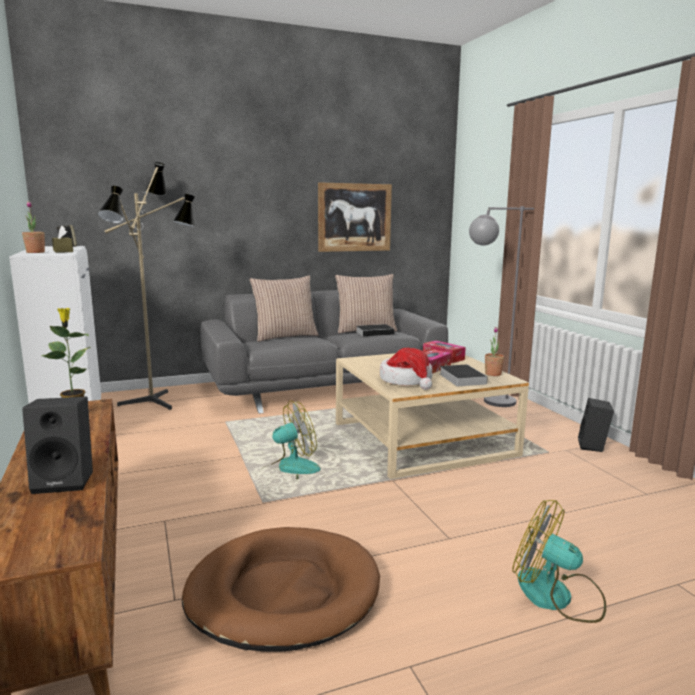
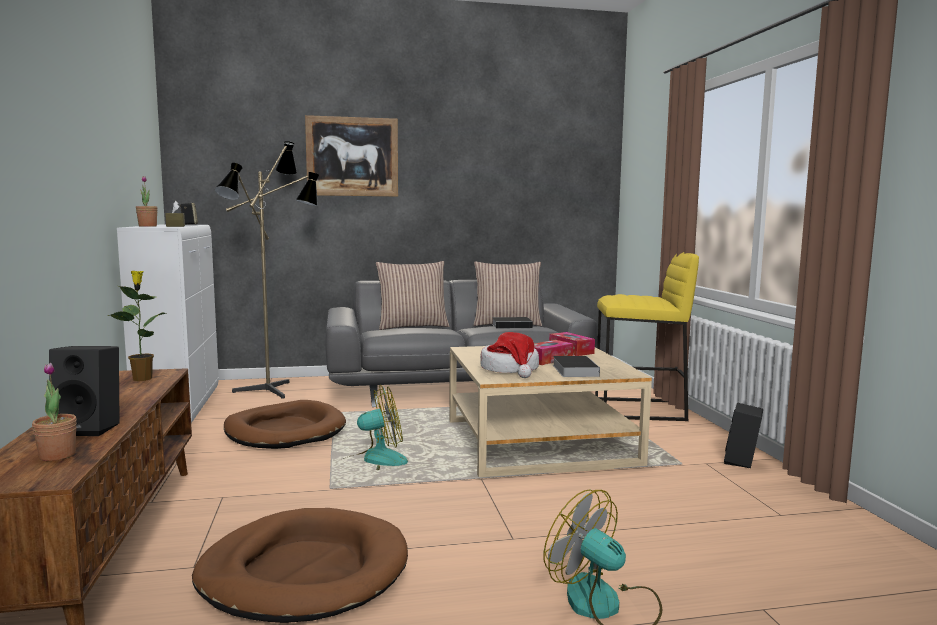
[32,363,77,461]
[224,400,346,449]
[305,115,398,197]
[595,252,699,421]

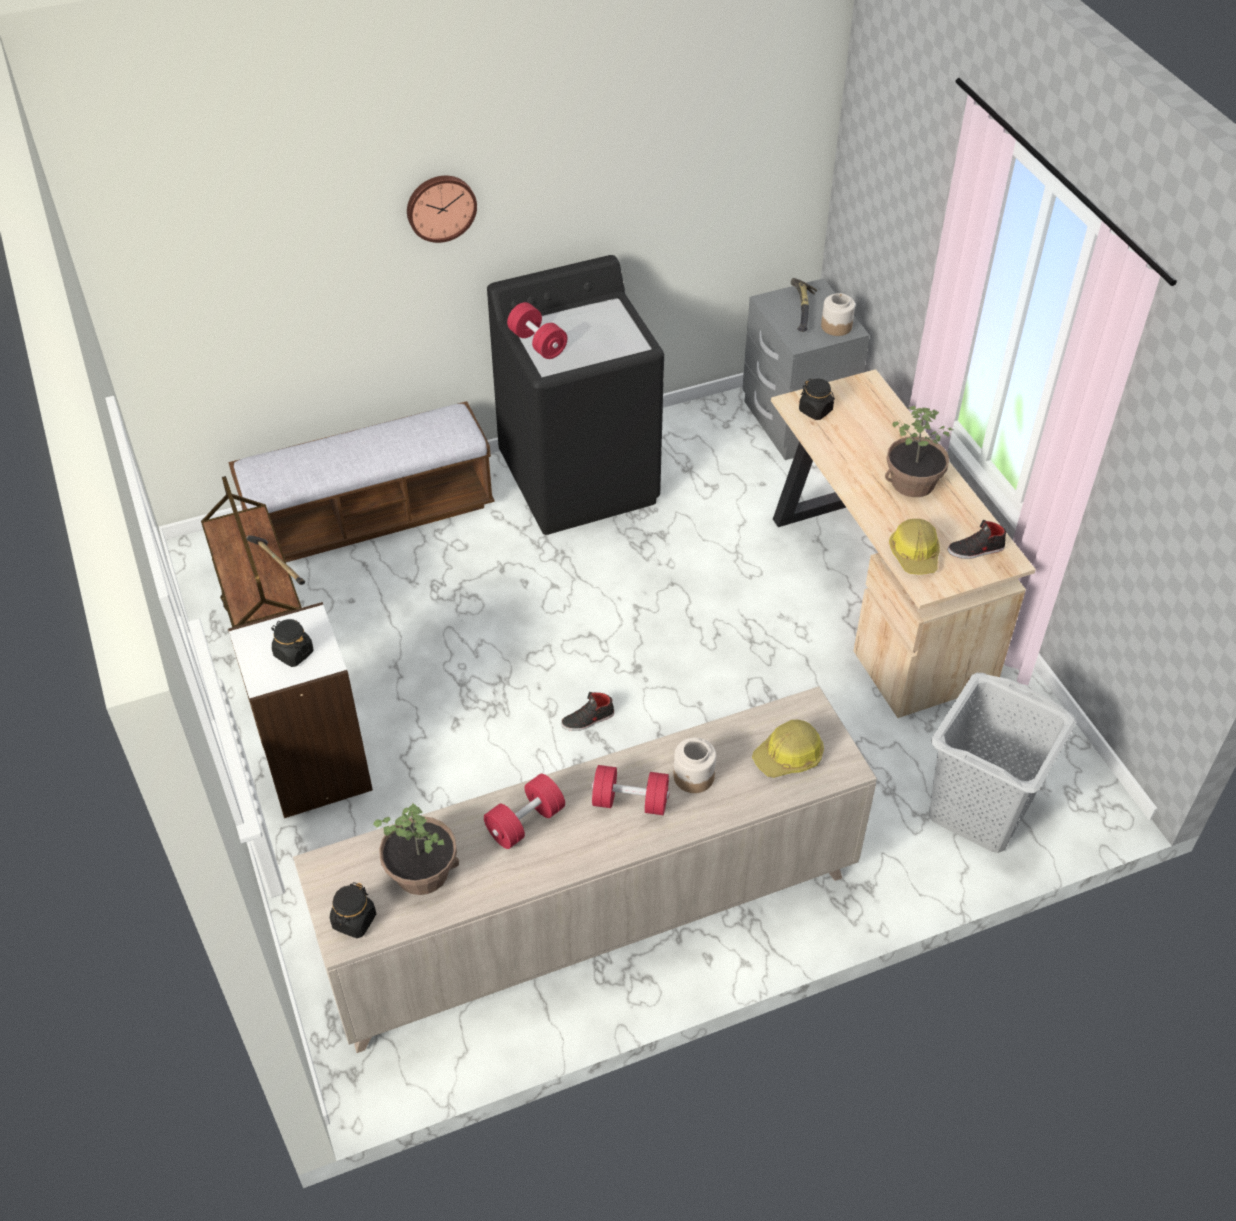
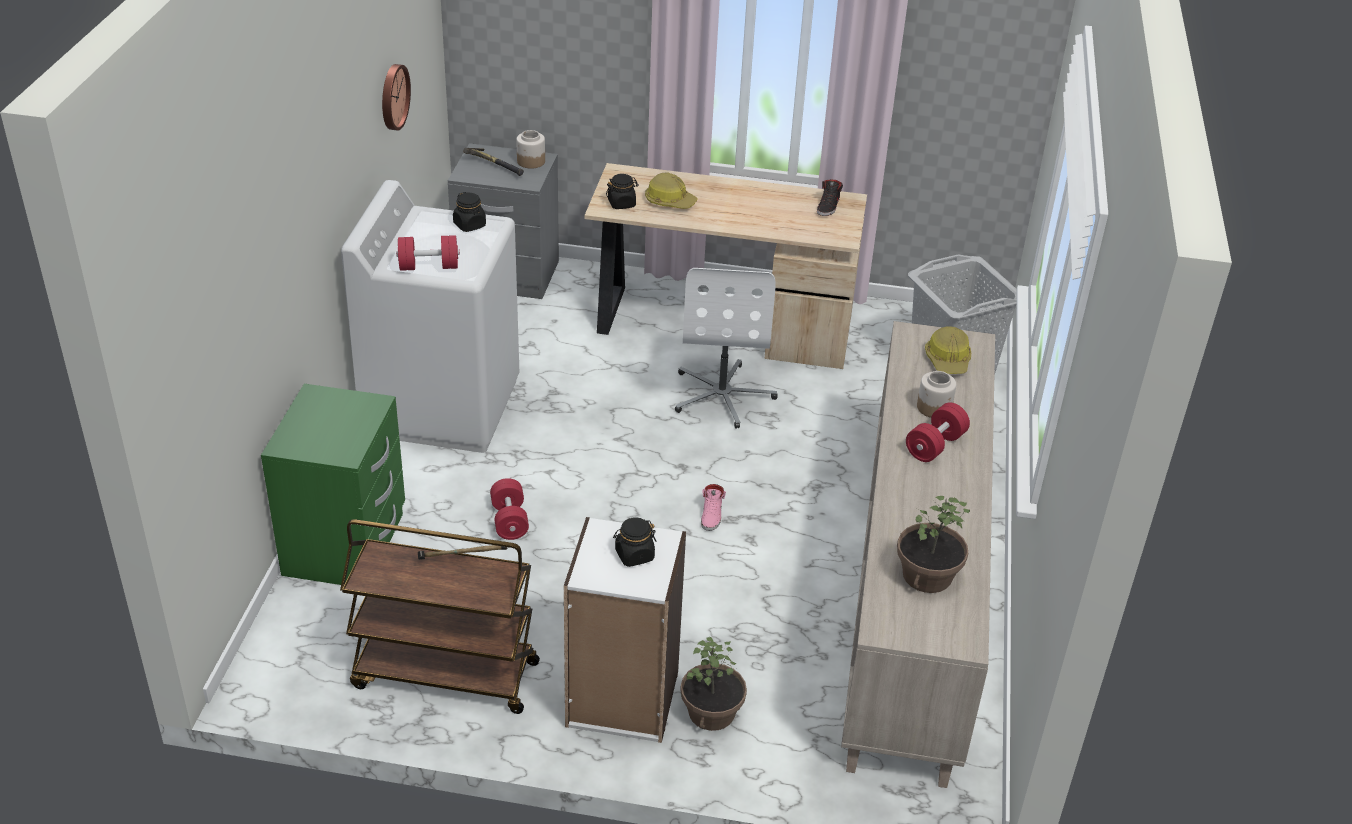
[261,384,405,585]
[341,180,519,453]
[382,64,411,131]
[453,192,486,232]
[490,478,529,540]
[645,172,698,209]
[675,268,777,429]
[680,637,747,731]
[701,484,726,531]

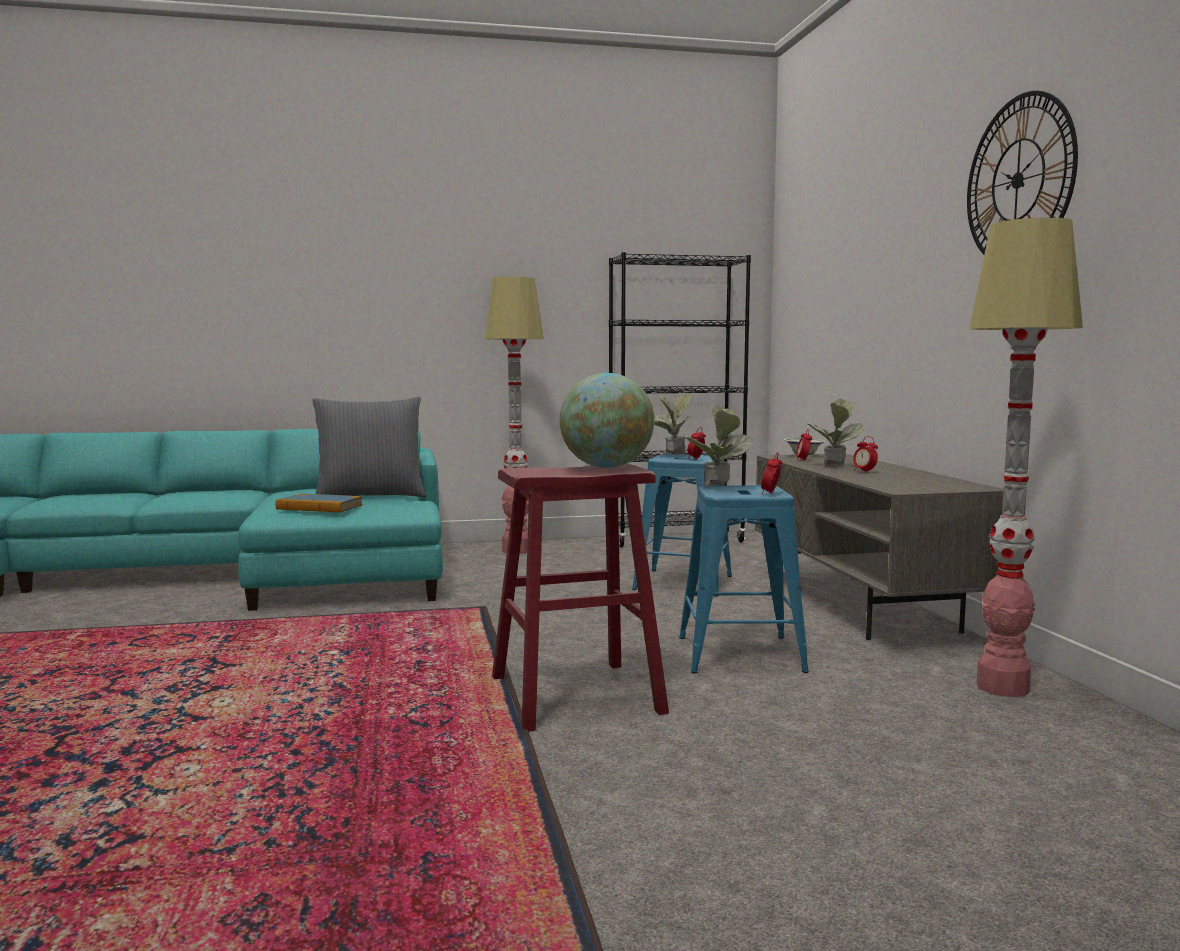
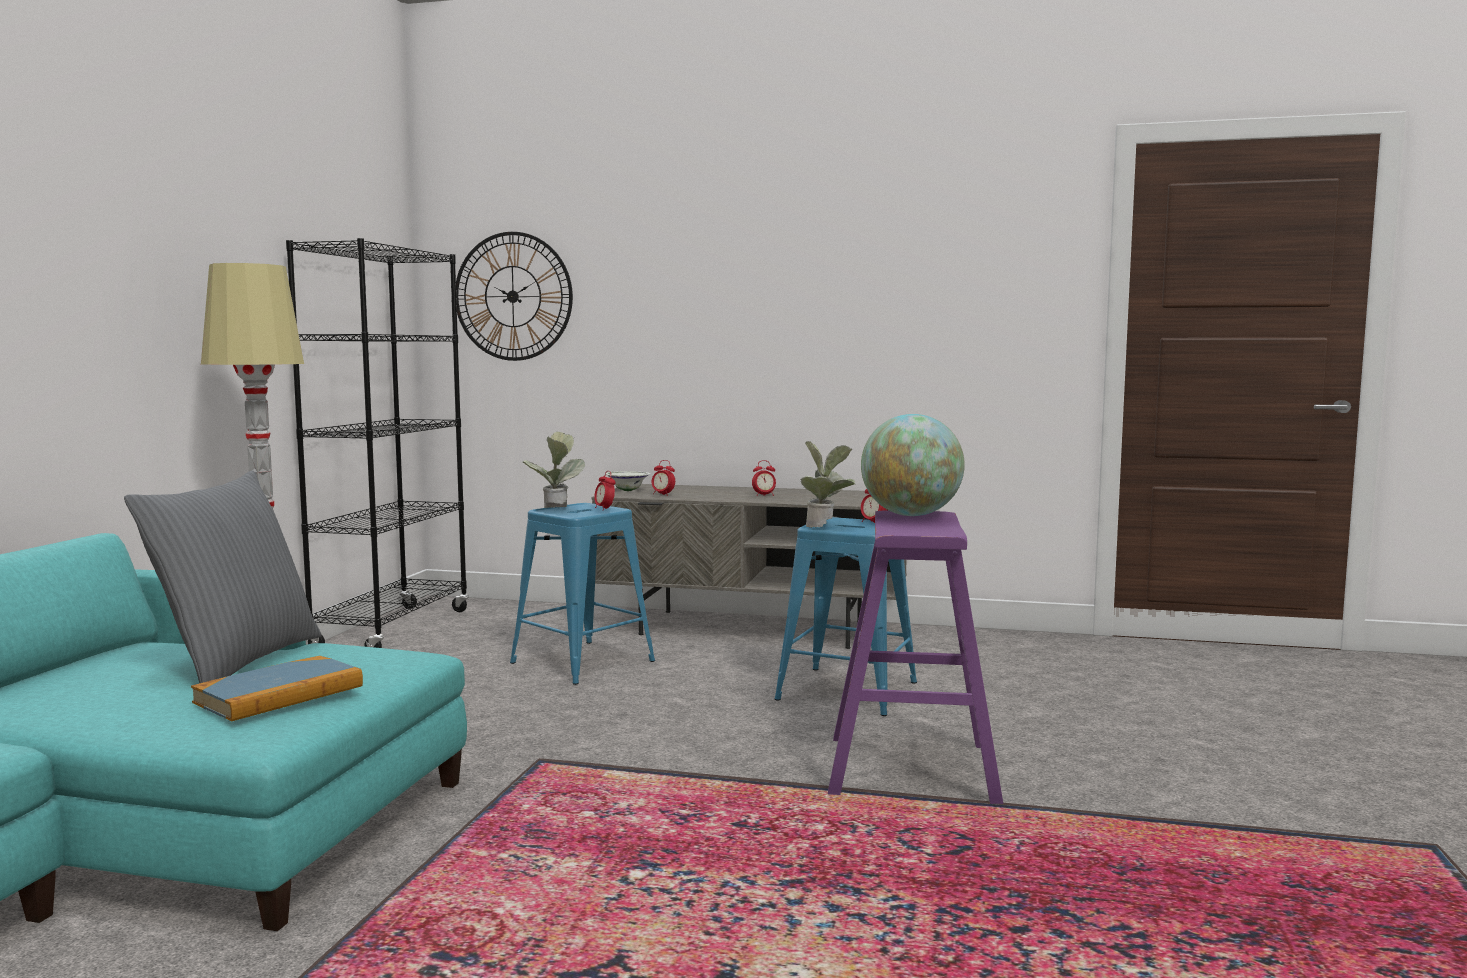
[456,232,573,361]
[828,511,1003,804]
[808,399,864,466] (first image)
[969,218,1083,697] (first image)

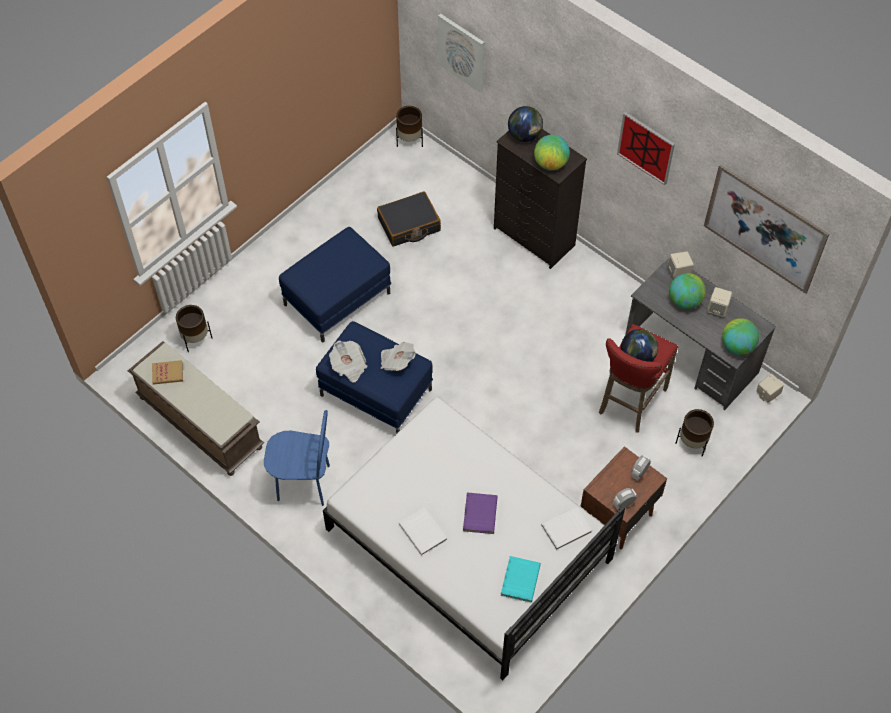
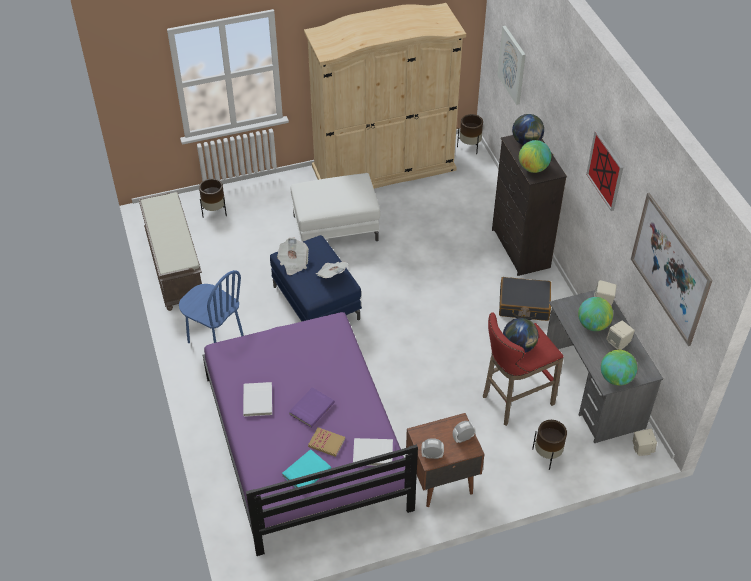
[203,312,418,556]
[291,173,380,242]
[304,3,466,189]
[308,427,345,457]
[499,277,551,321]

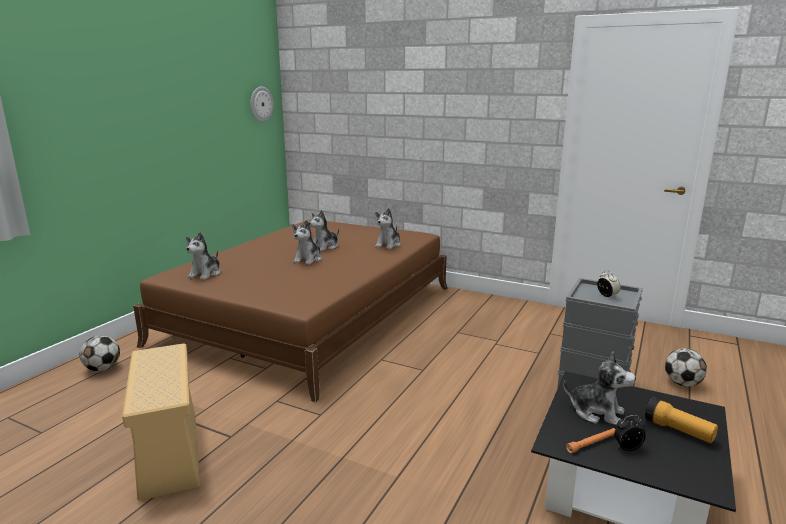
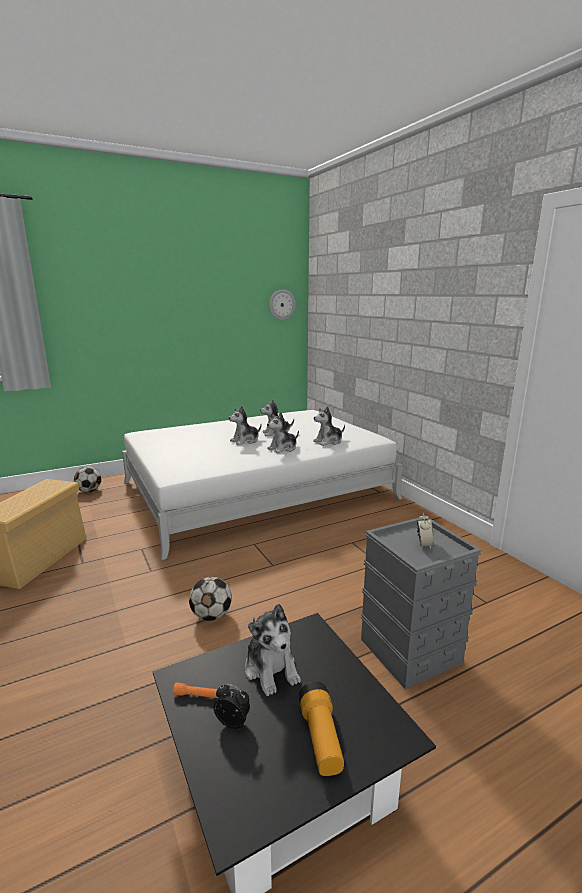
[122,410,403,560]
[189,577,232,621]
[267,412,299,453]

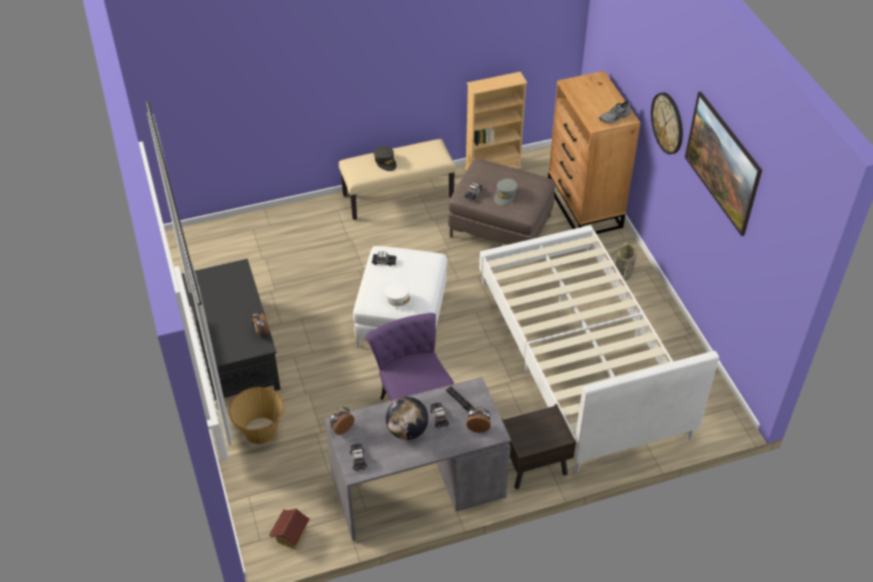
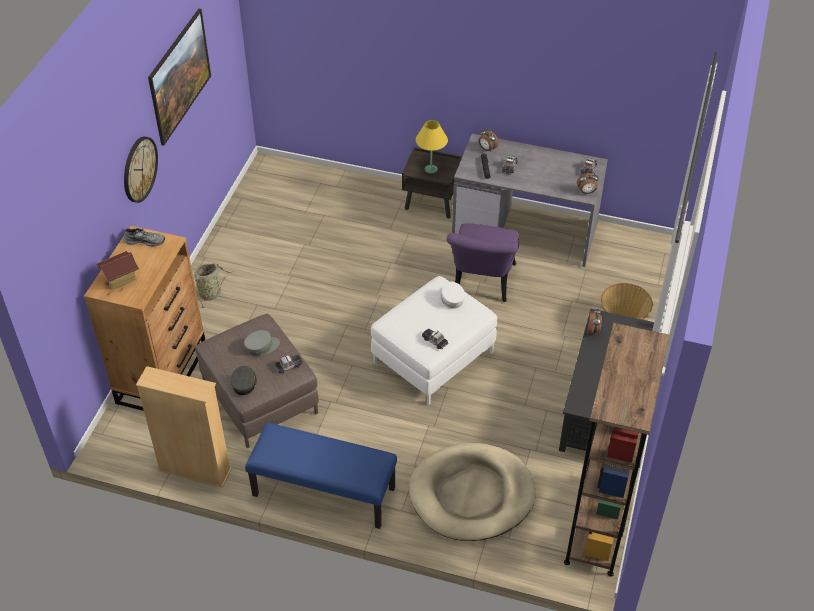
[96,251,139,290]
[231,366,257,395]
[245,423,397,529]
[409,443,536,541]
[415,120,448,173]
[564,323,669,577]
[386,397,429,440] (first image)
[479,225,719,473] (first image)

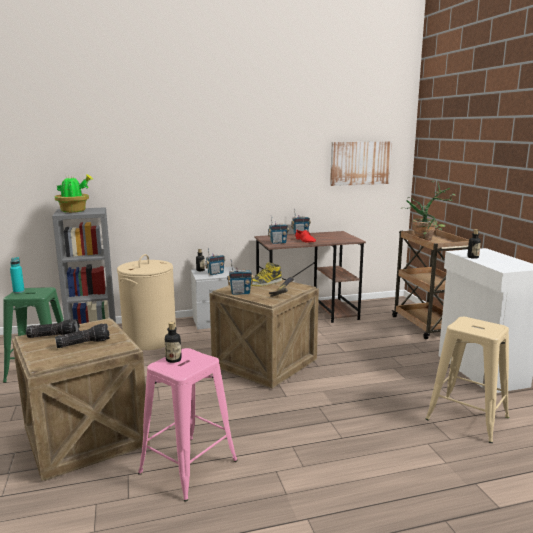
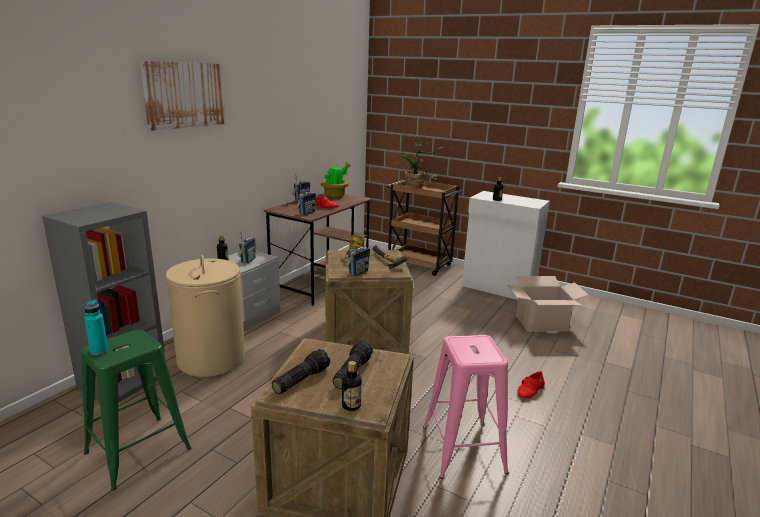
[140,61,226,131]
[321,163,351,197]
[342,361,362,411]
[507,276,588,332]
[518,371,545,399]

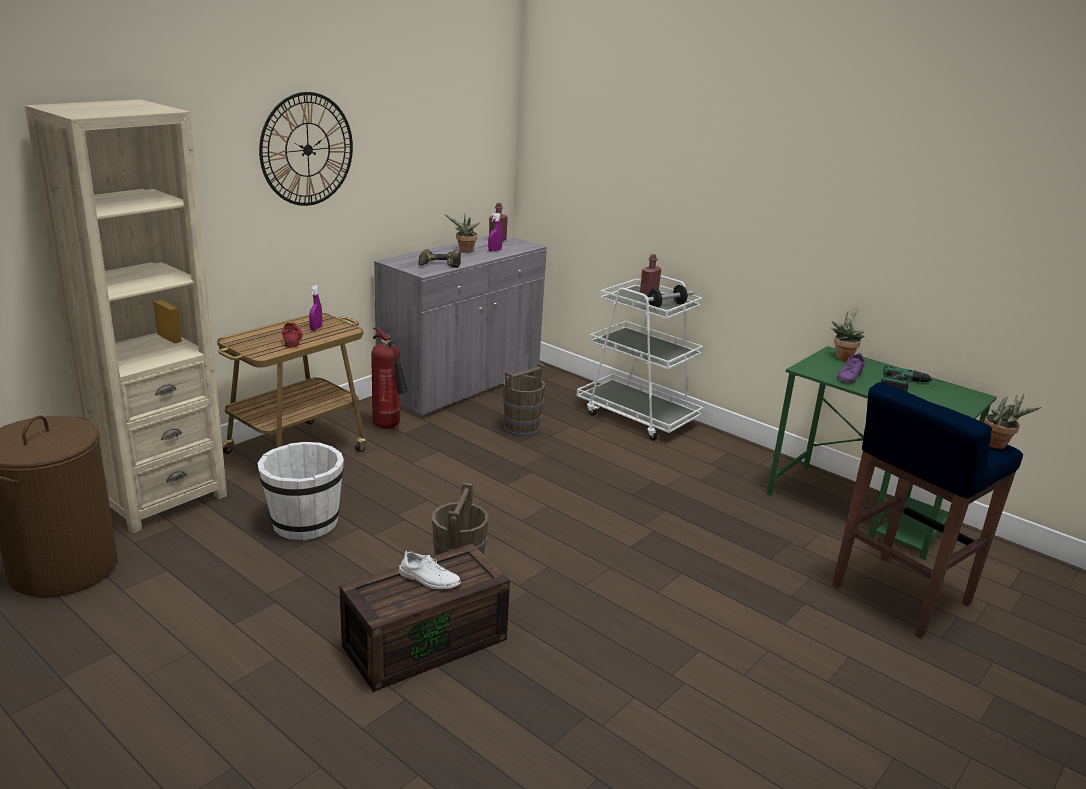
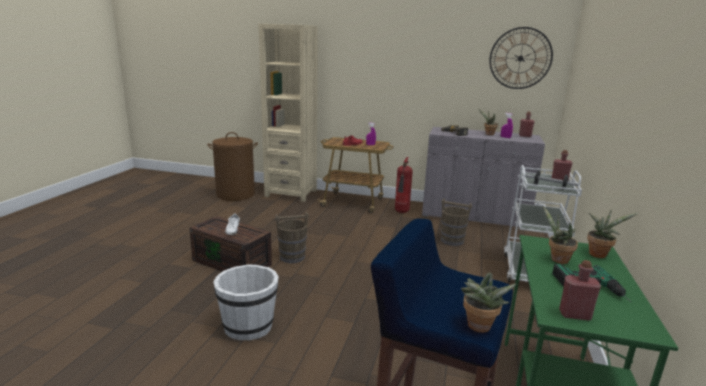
[213,264,279,340]
[489,27,553,89]
[543,206,578,264]
[559,260,601,320]

